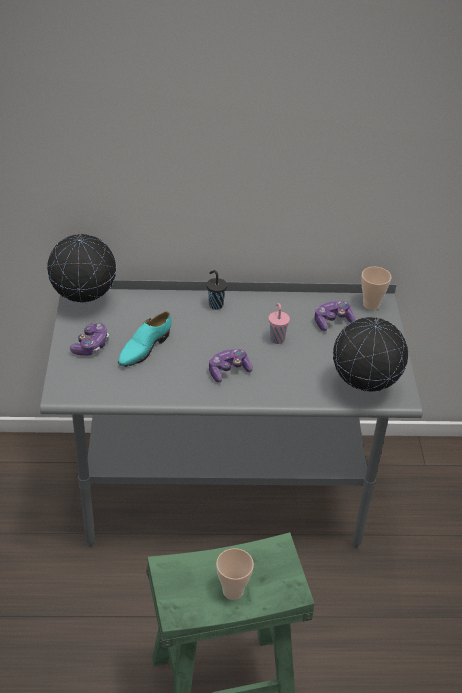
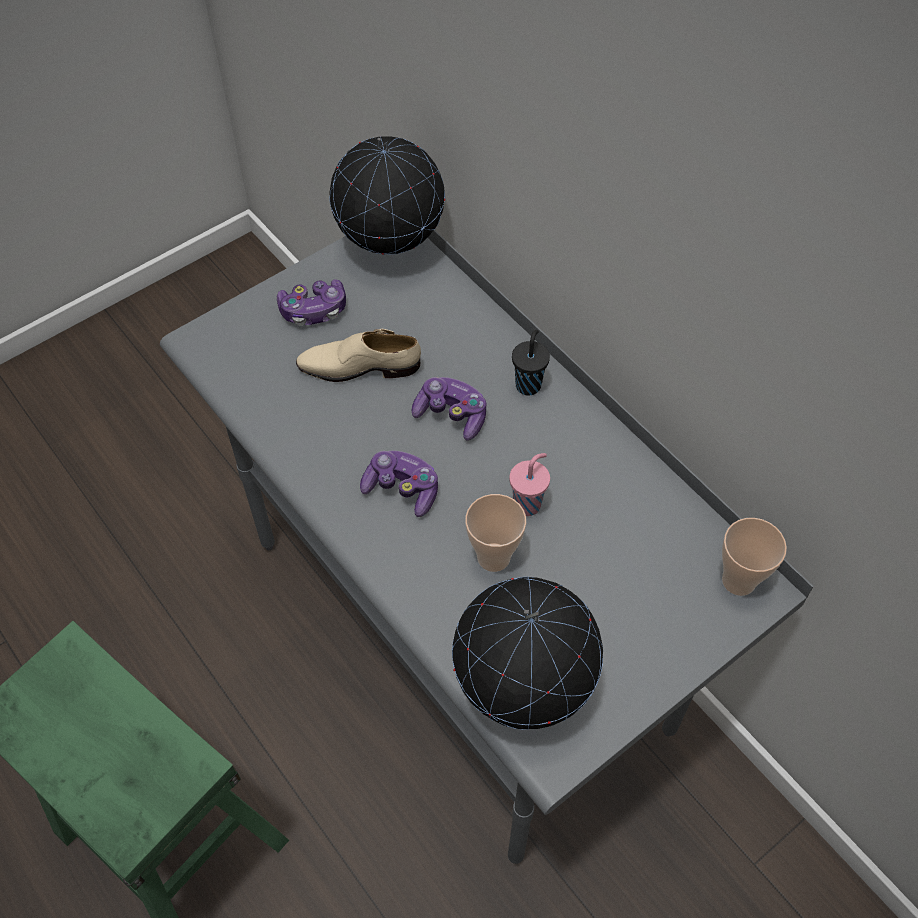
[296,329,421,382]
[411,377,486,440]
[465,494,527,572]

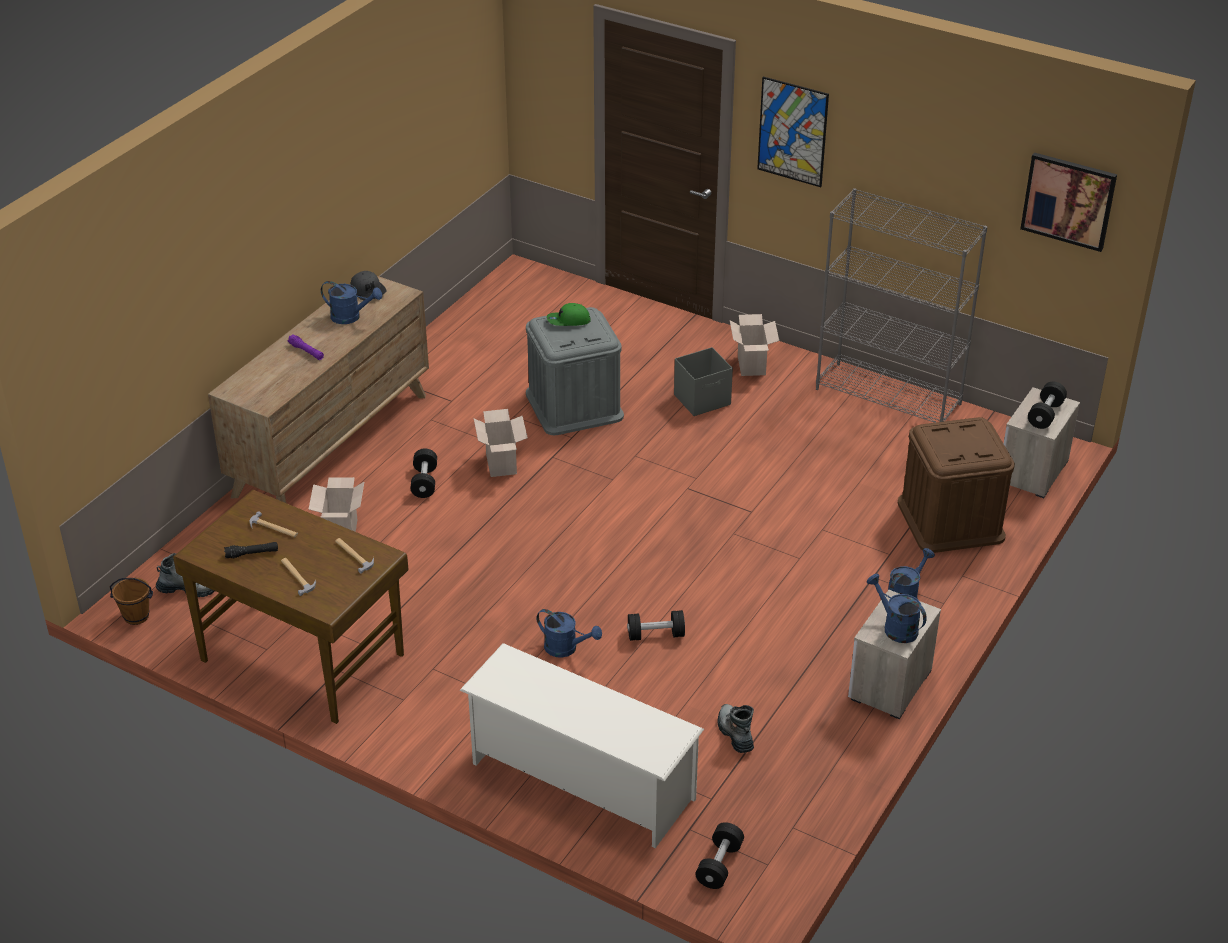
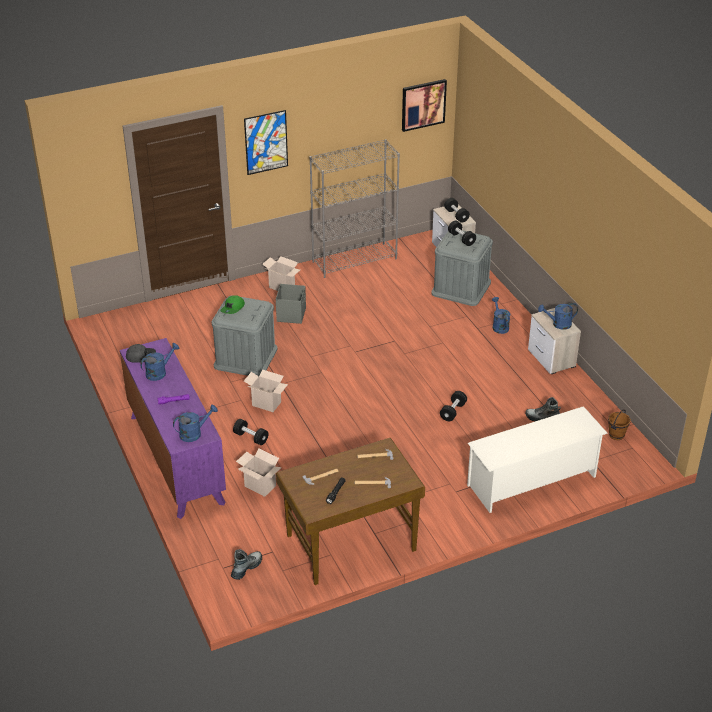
[120,338,226,519]
[173,404,218,442]
[431,230,493,306]
[448,220,476,246]
[608,410,631,440]

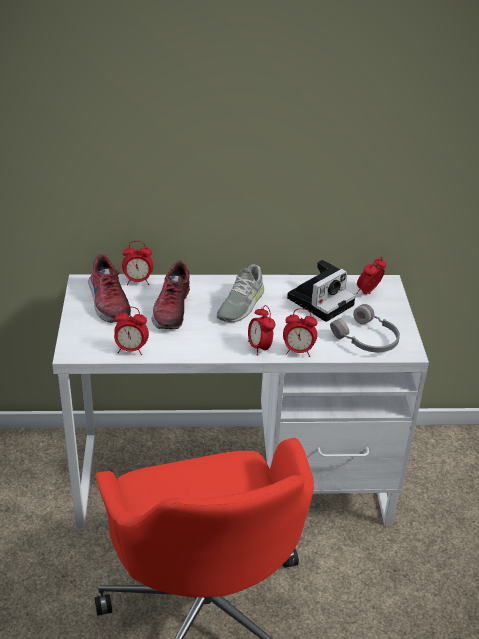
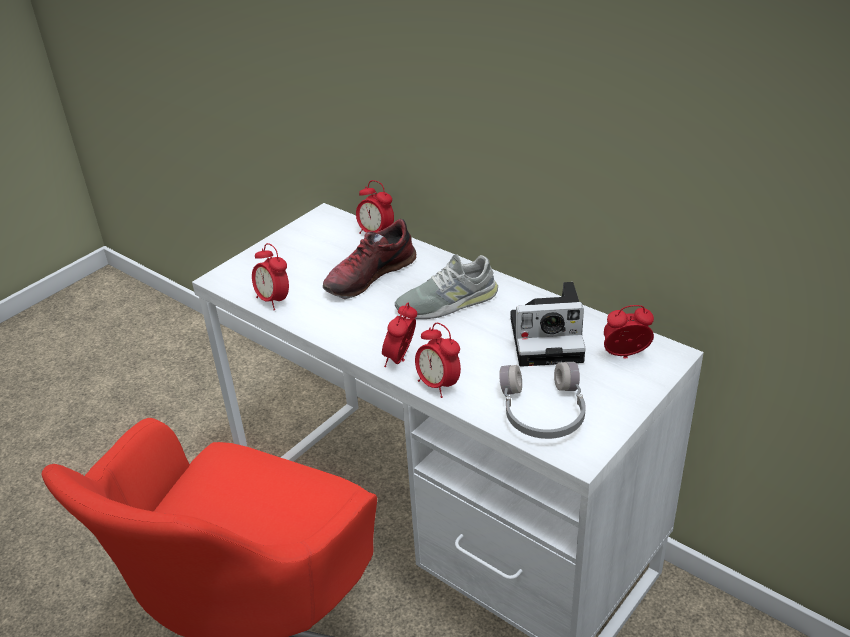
[88,254,131,323] (first image)

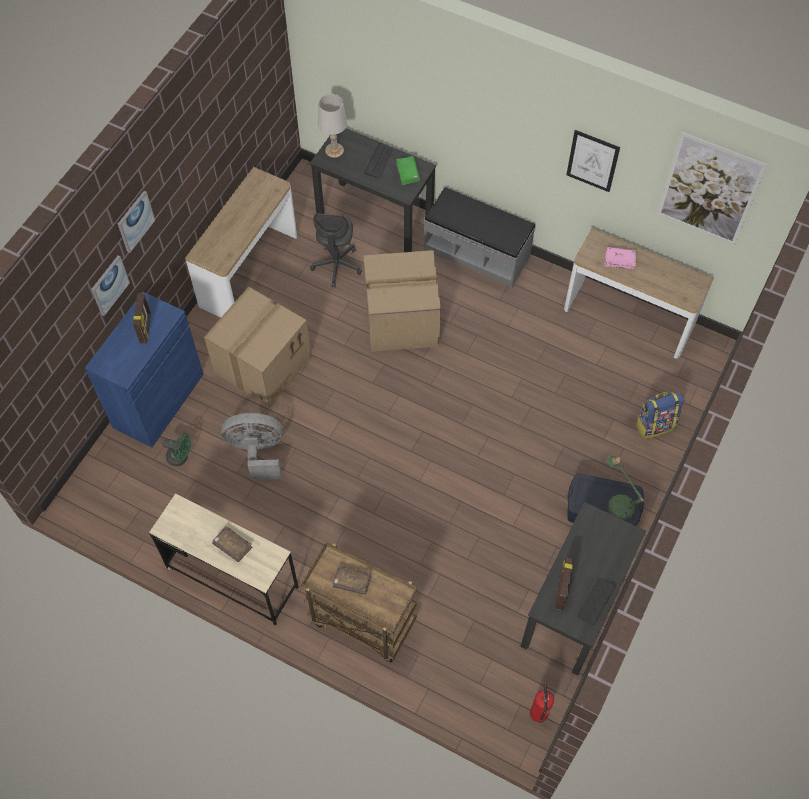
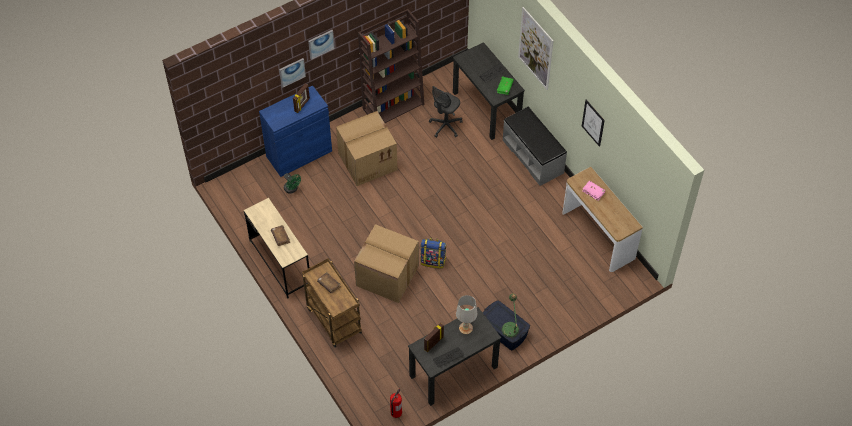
[354,224,419,303]
[358,9,425,123]
[420,238,446,269]
[456,295,477,334]
[518,7,553,90]
[221,413,283,480] (first image)

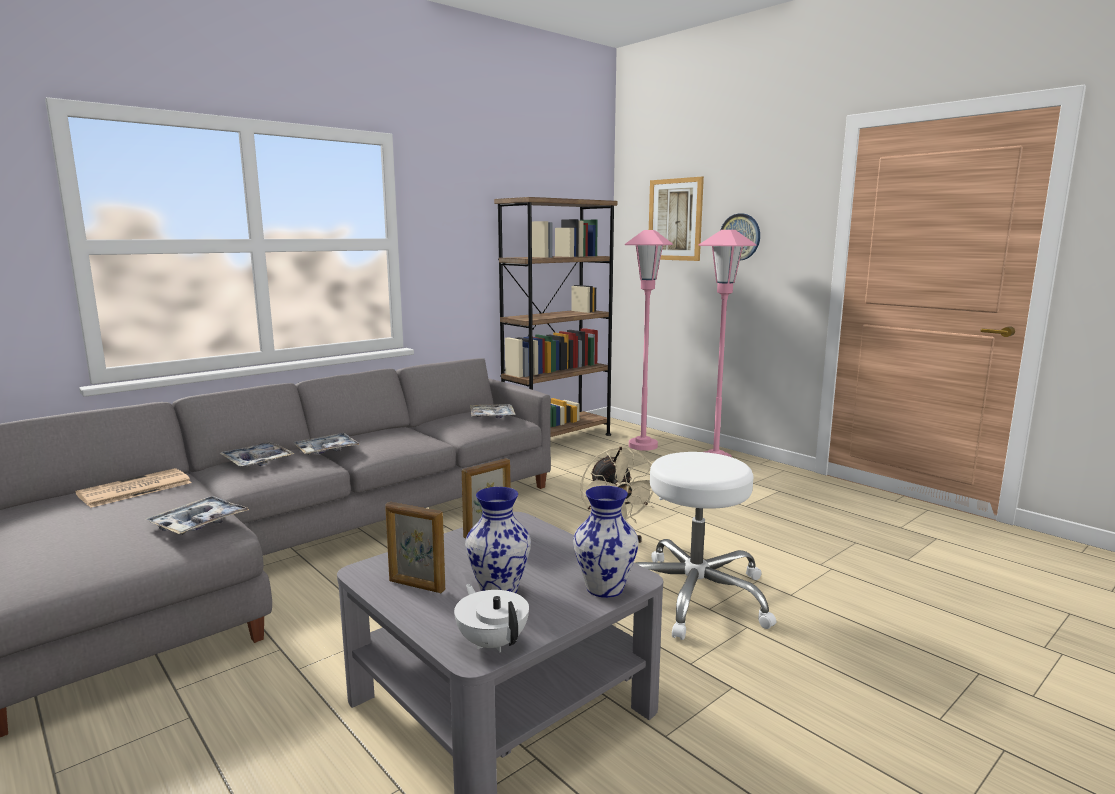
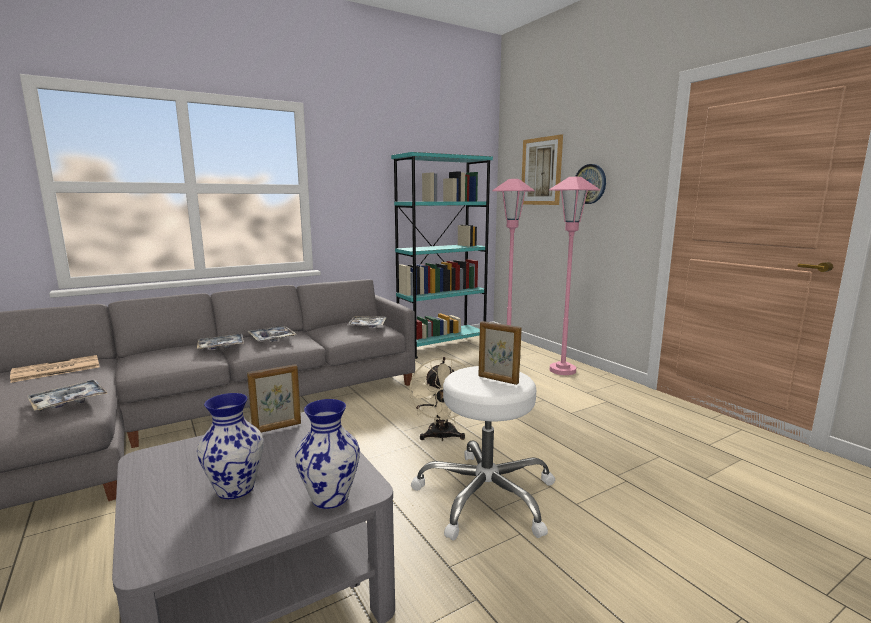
[247,325,296,342]
[391,152,493,359]
[479,321,522,385]
[454,584,529,652] (first image)

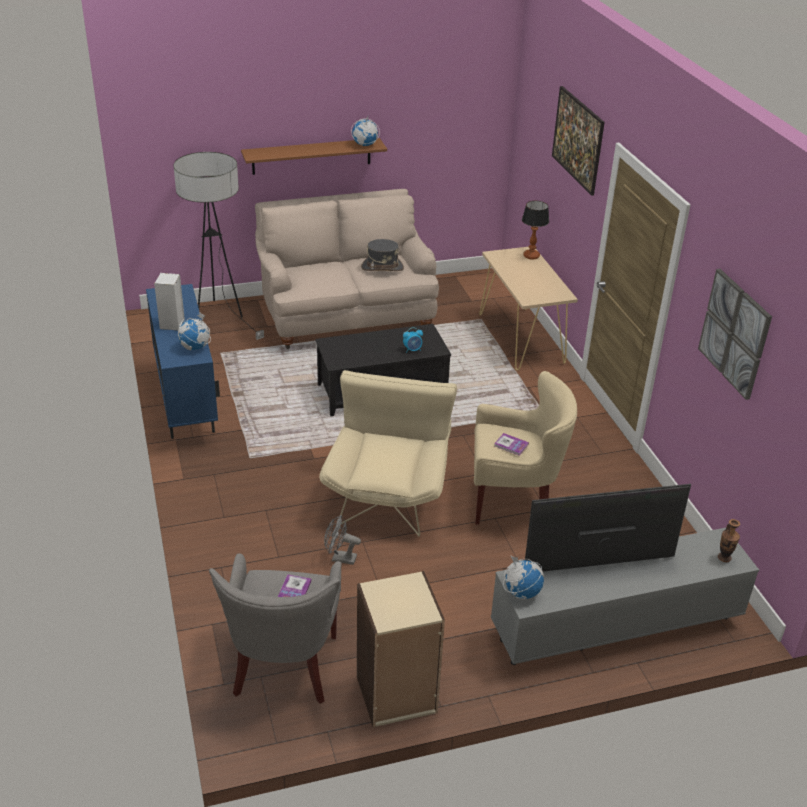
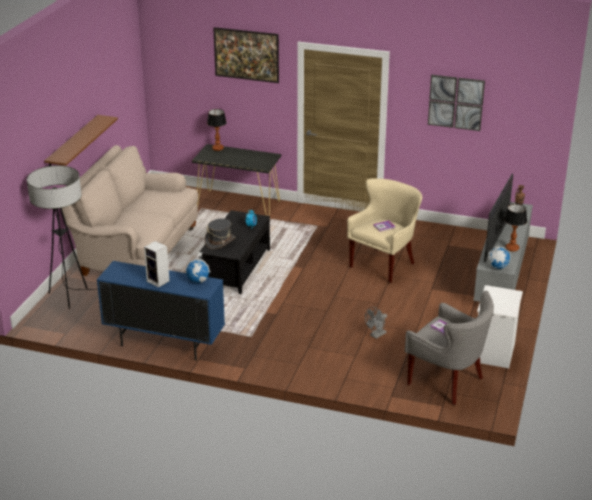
[192,144,281,216]
[204,219,236,249]
[477,285,523,368]
[504,204,527,252]
[320,370,457,536] (first image)
[351,117,380,146] (first image)

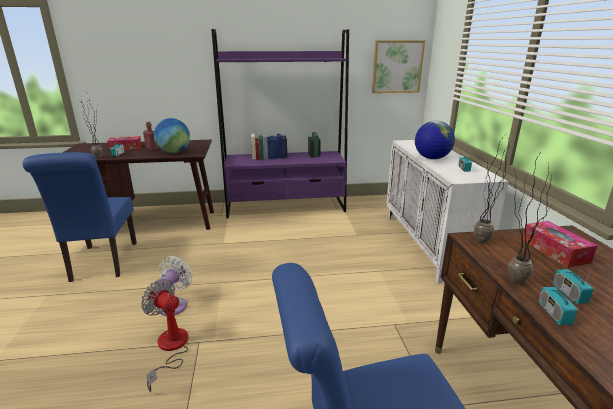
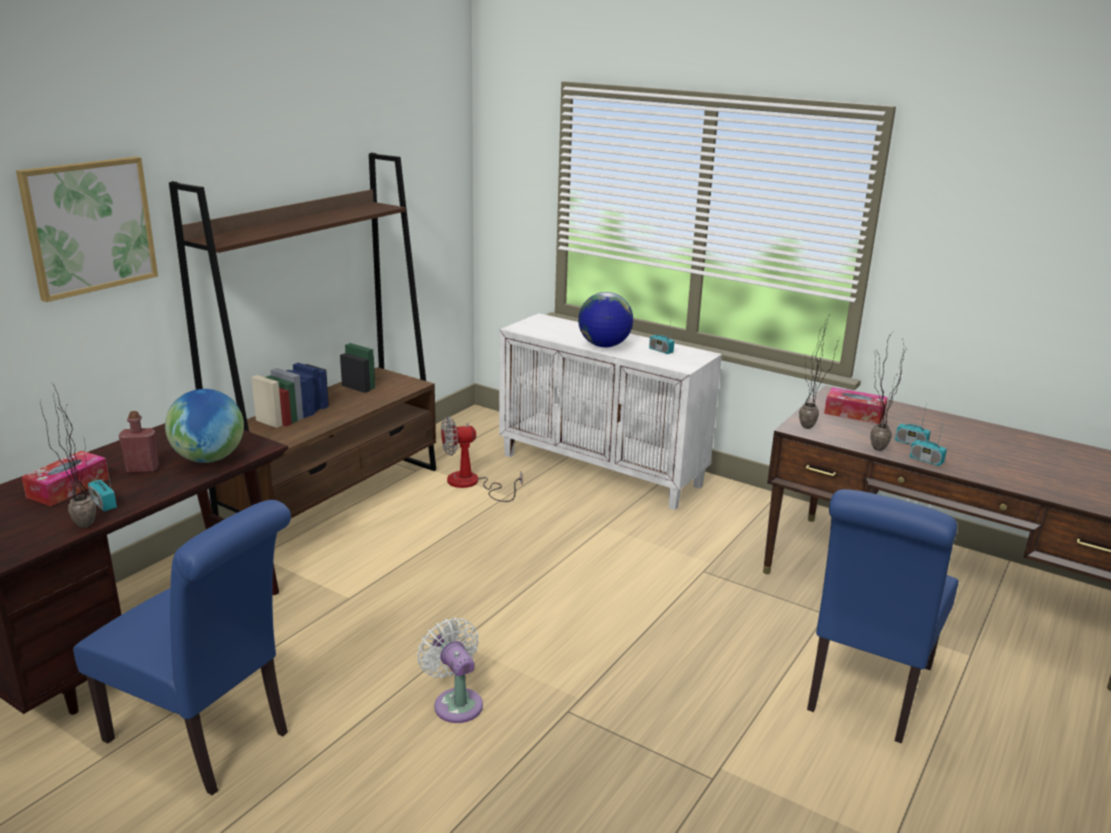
[16,157,158,302]
[169,153,436,518]
[441,416,523,502]

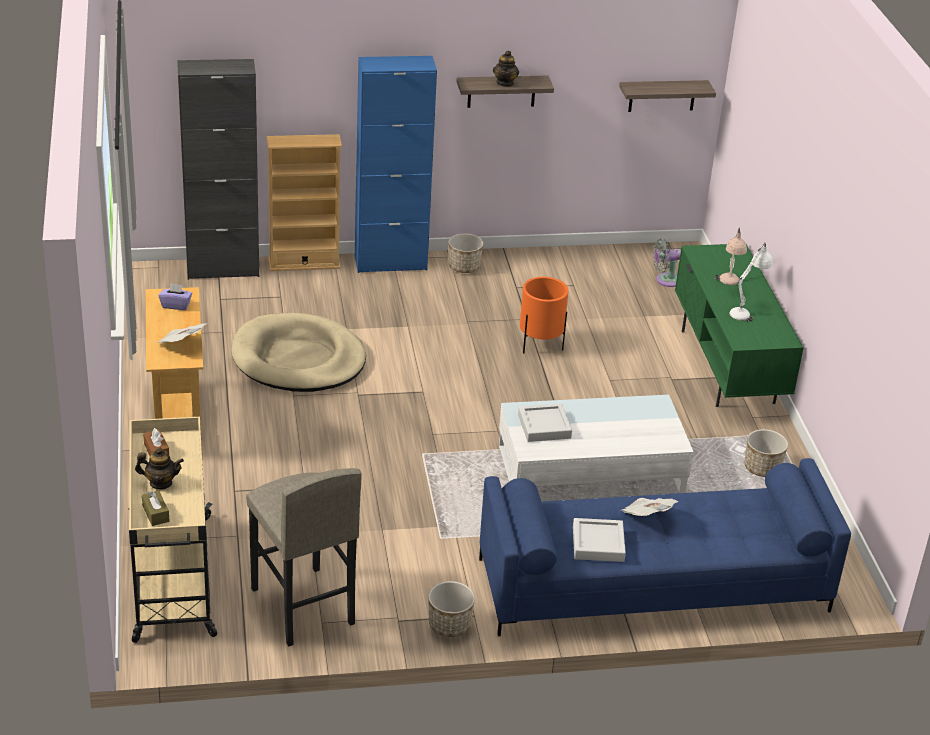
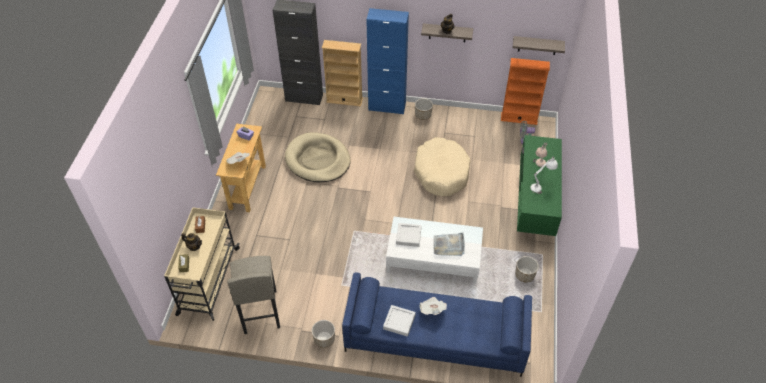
[414,137,470,197]
[434,233,465,256]
[501,58,550,125]

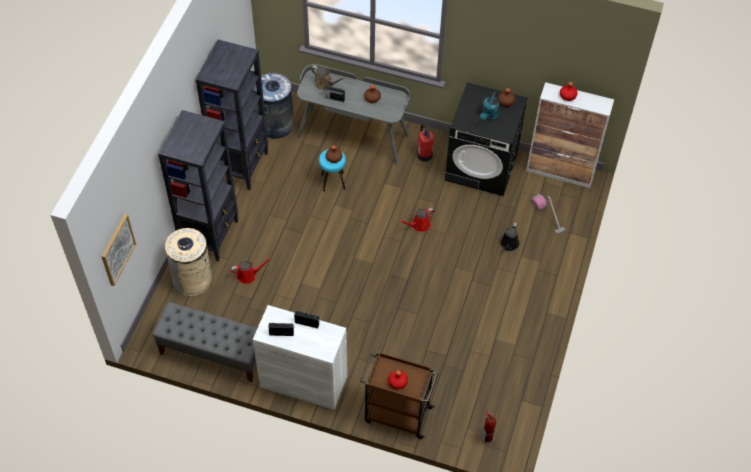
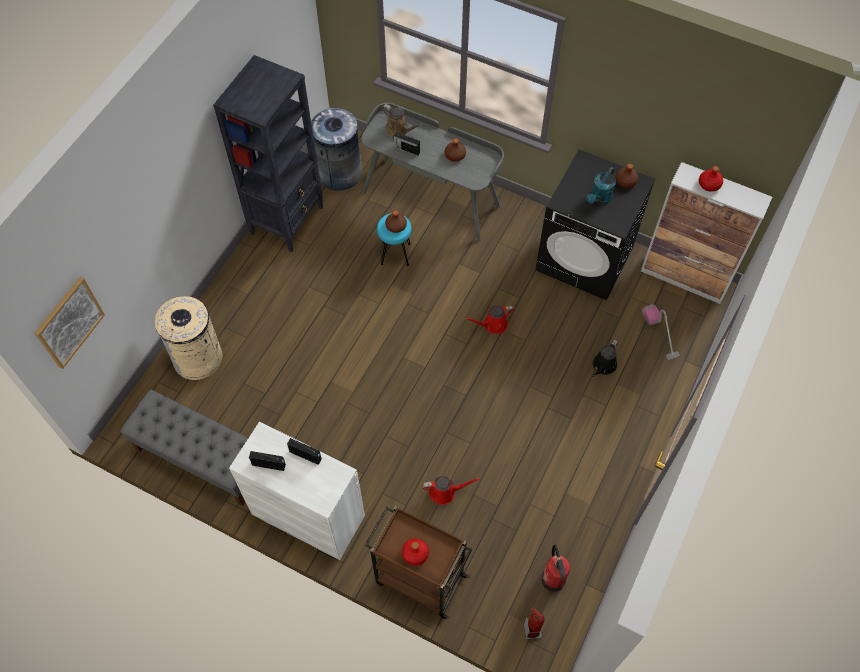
[423,476,481,505]
[542,545,570,592]
[158,110,238,262] (first image)

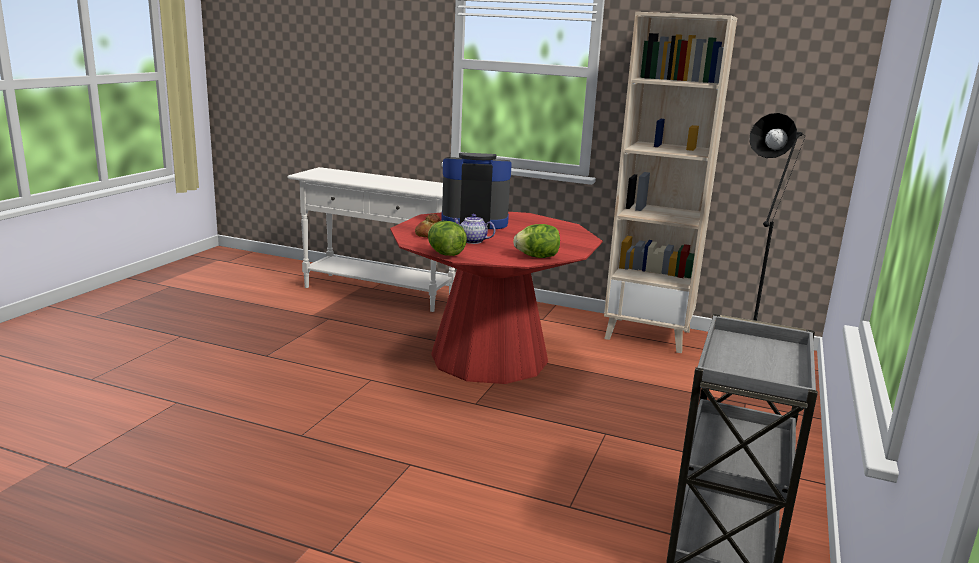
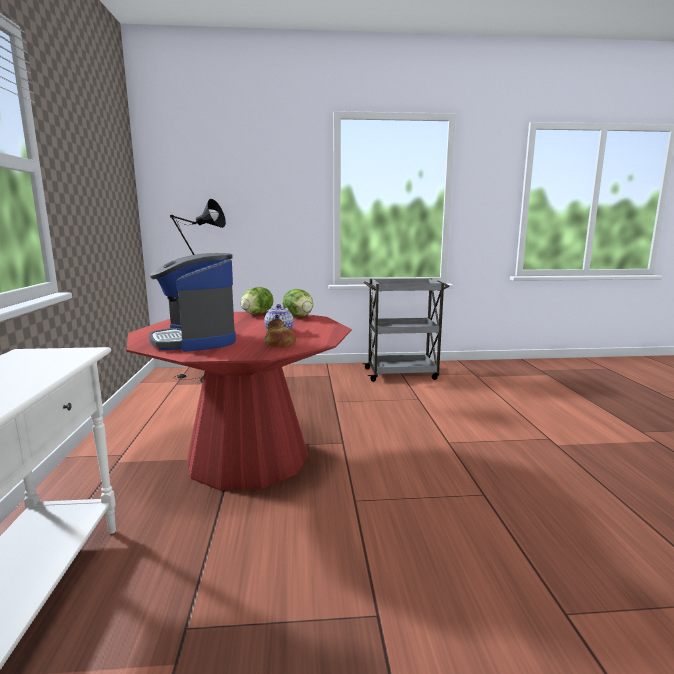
[241,287,273,314]
[604,12,737,353] (first image)

